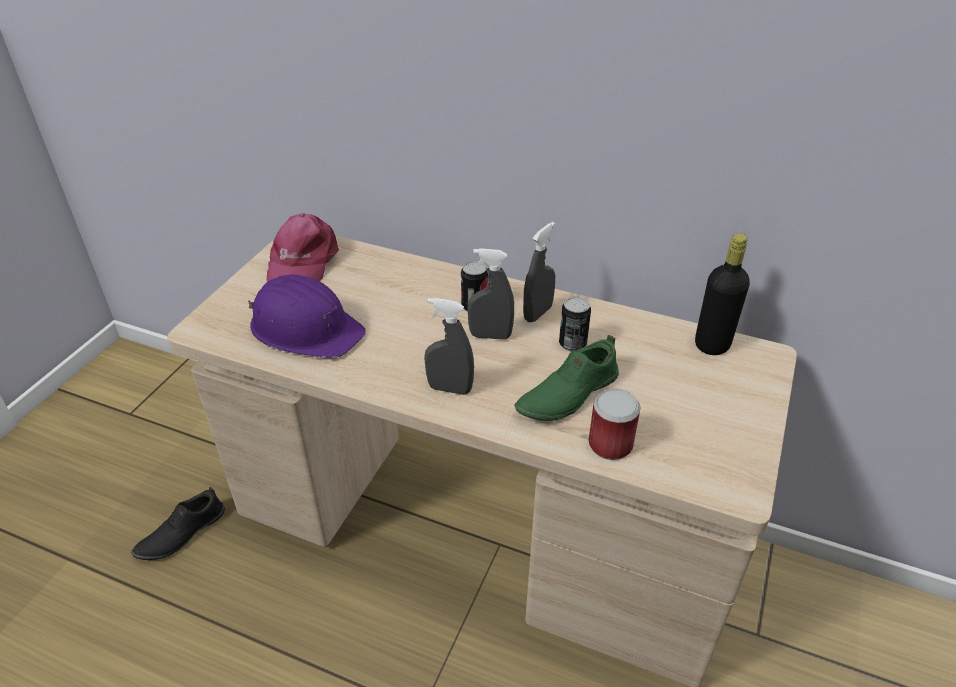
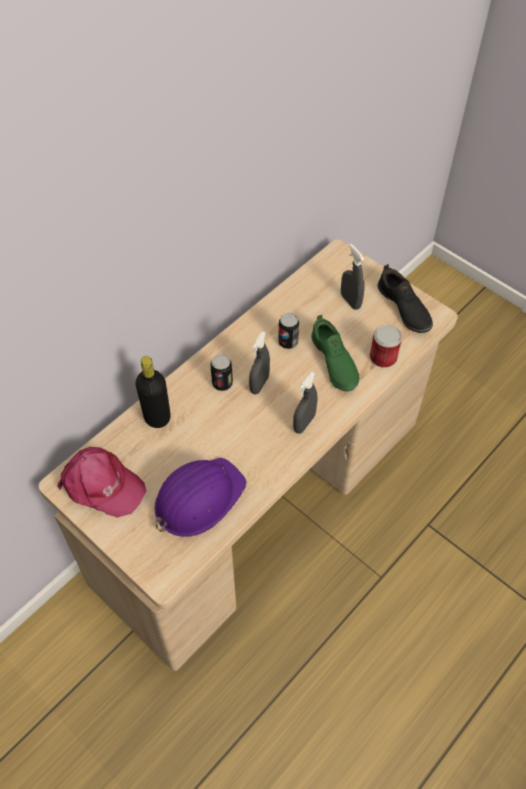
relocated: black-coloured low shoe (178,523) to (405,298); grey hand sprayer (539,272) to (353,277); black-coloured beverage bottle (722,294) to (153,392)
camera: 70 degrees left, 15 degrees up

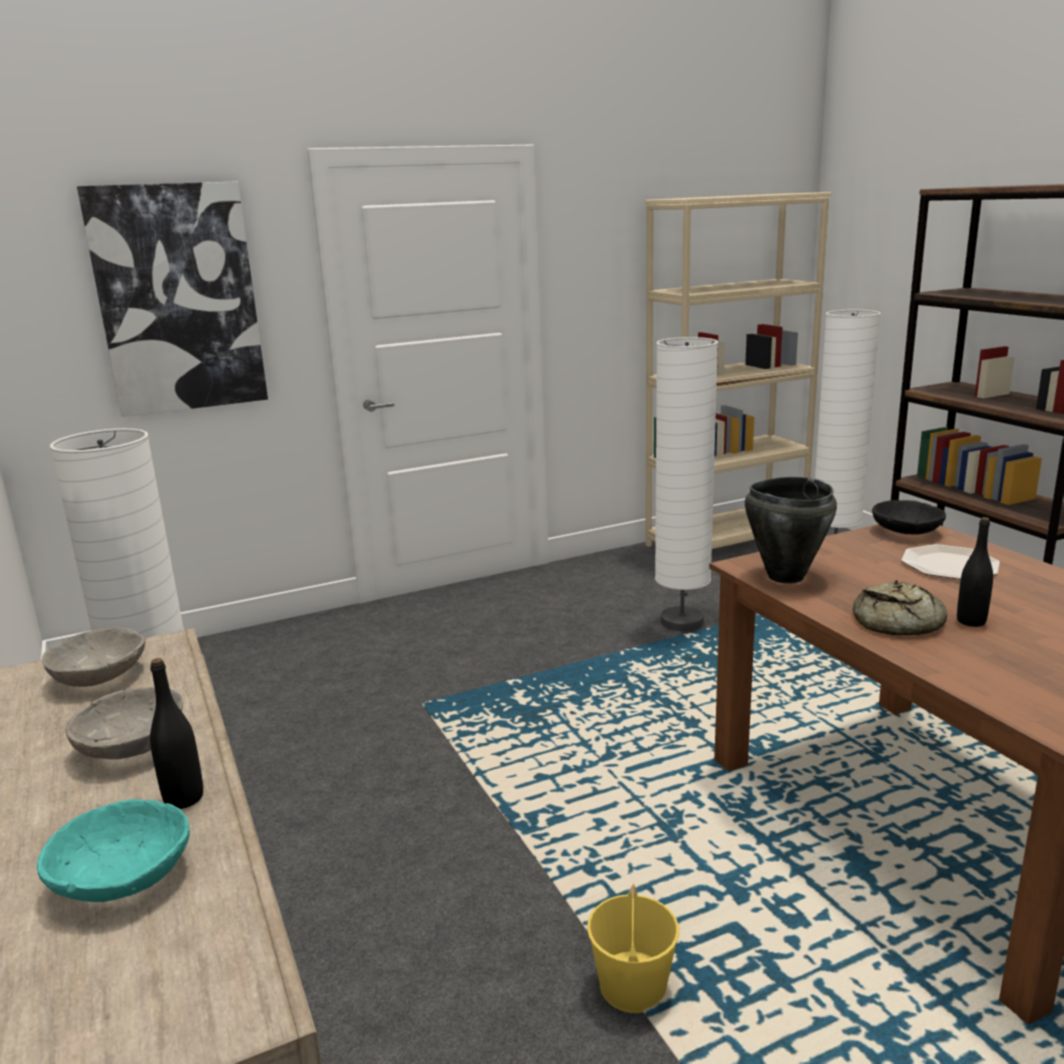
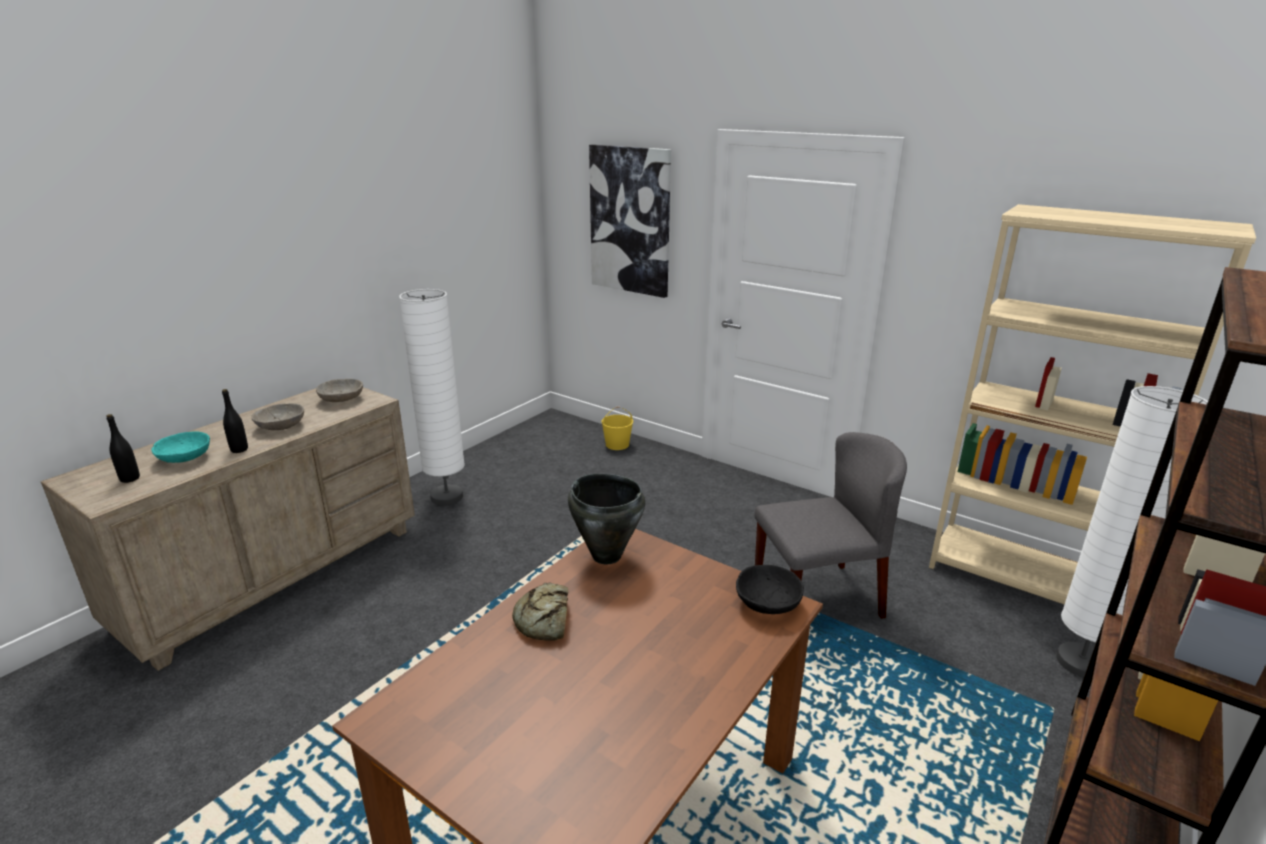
missing: plate (950,562)
relocated: yellow-coloured water bucket (633,948) to (617,428); black-coloured beverage bottle (975,572) to (123,448)
exchanged: white-coloured standing lamp (686,484) to grey plain chair (830,525)
camera: 60 degrees right, 5 degrees up

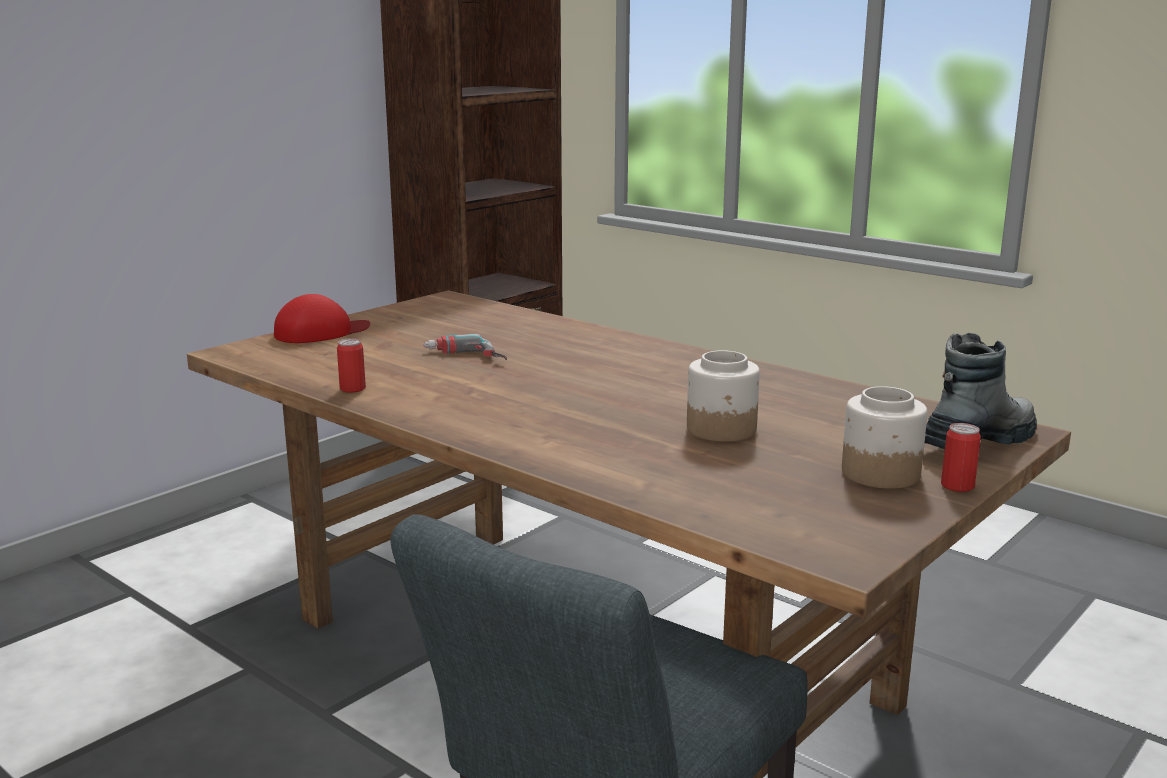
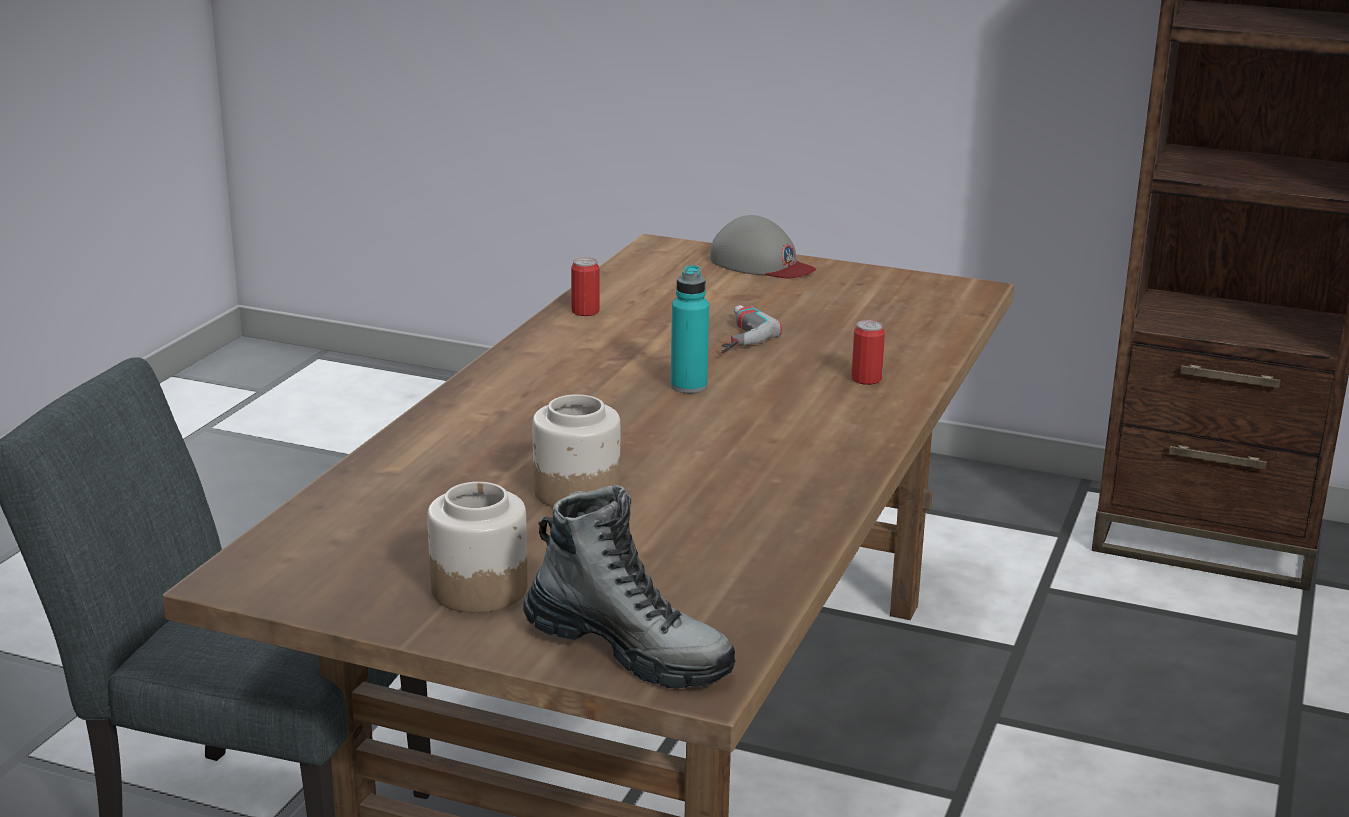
appeared: blue-green beverage bottle (690,329)
relocated: can (961,457) to (868,352)
colour: reddish peaked cap (322,318) to grey peaked cap (763,246)
camera: 70 degrees right, 5 degrees up

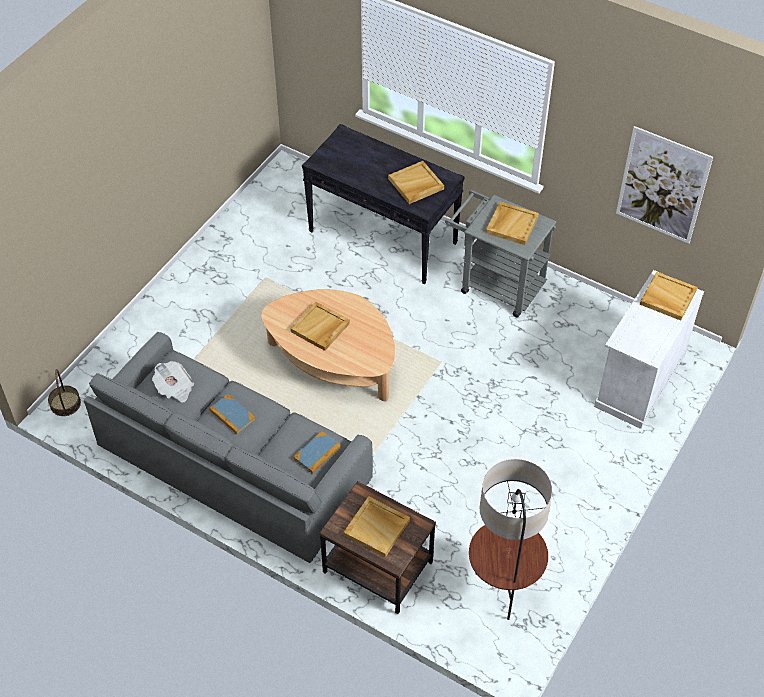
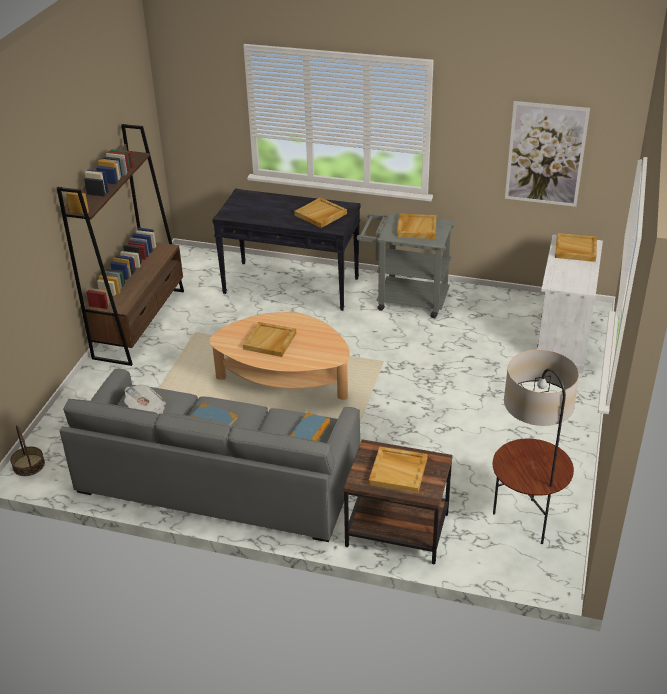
appeared: brown bookshelf (120,245)
camera: 15 degrees left, 15 degrees down

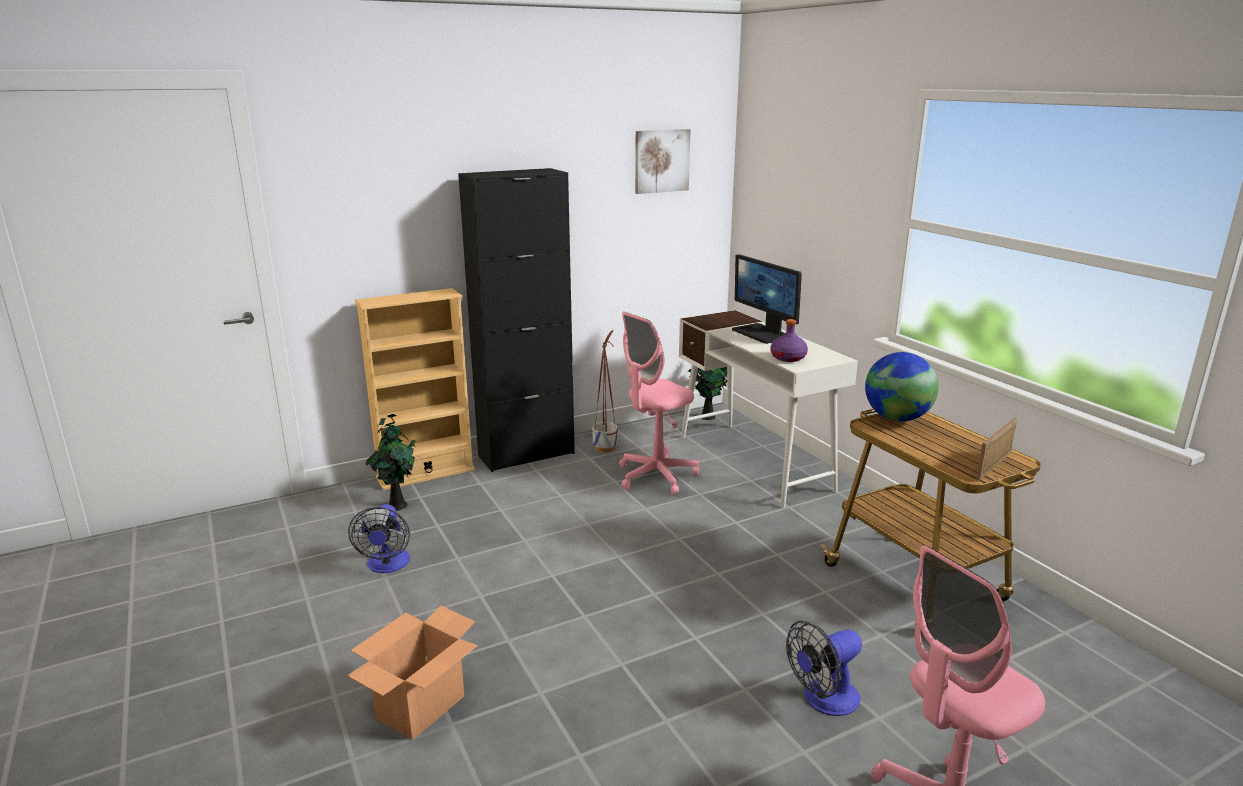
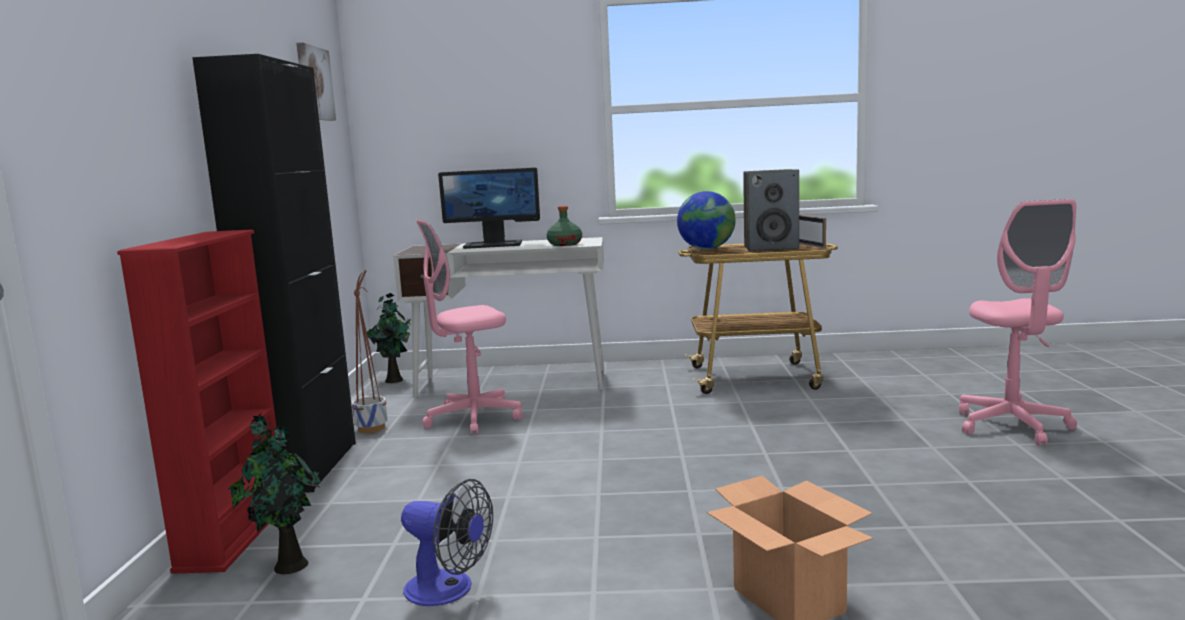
missing: fan (824,668)
appeared: loudspeaker (771,210)
colour: beige bookshelf (415,389) to reddish bookshelf (197,402); purplish beverage bottle (789,340) to green beverage bottle (564,226)
spun: pink-coloured computer chair (659,403) = (469,327) 75 degrees clockwise
camera: 60 degrees left, 10 degrees down

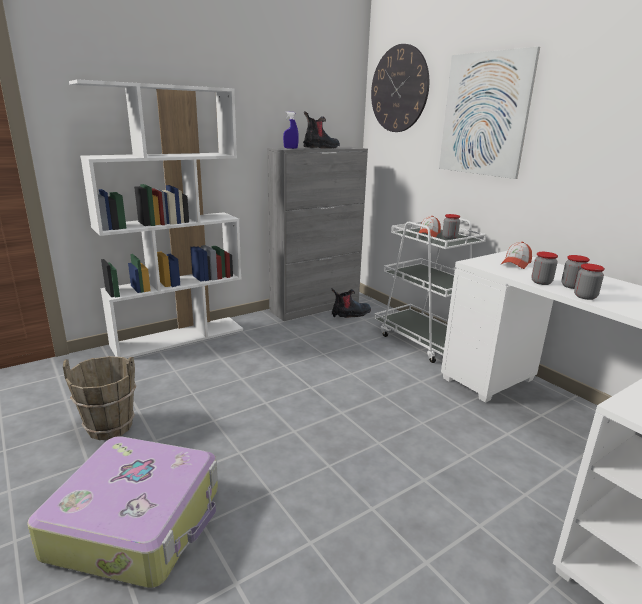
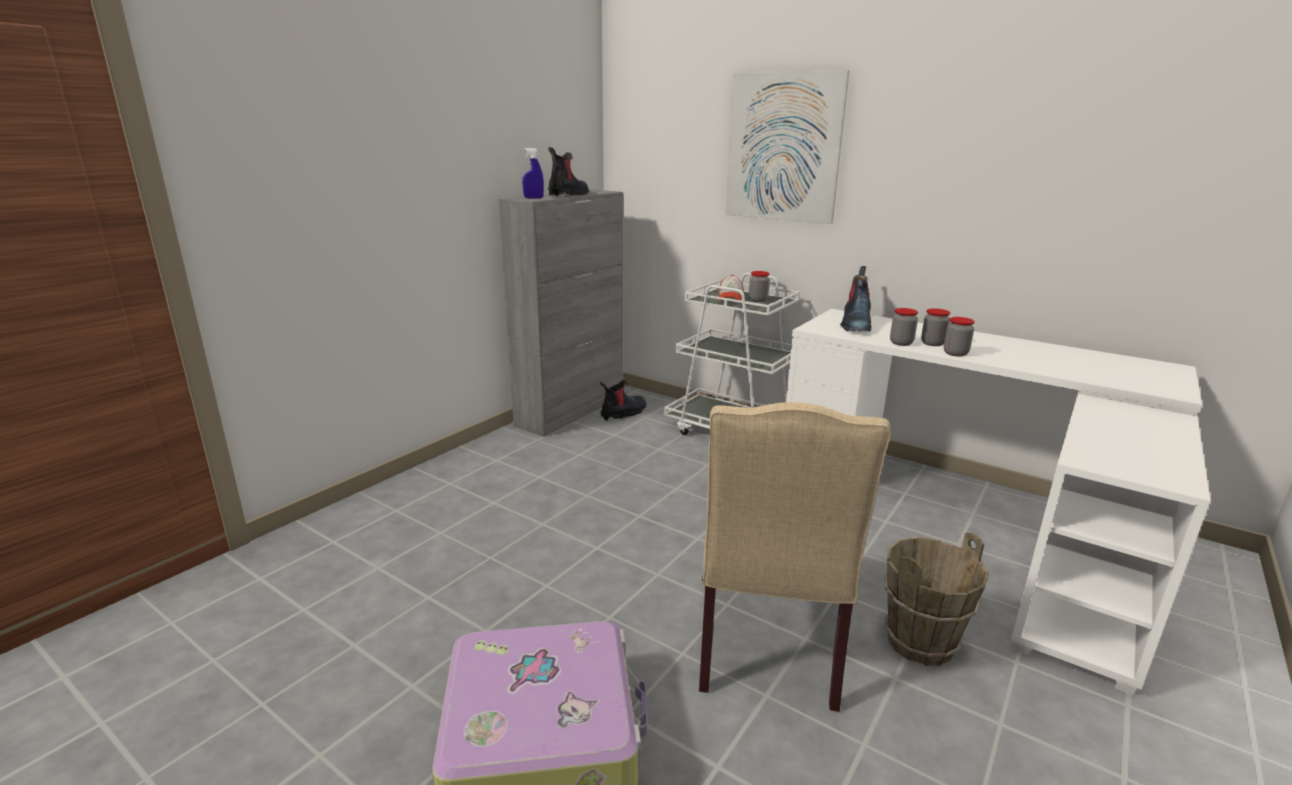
missing: white-coloured bookshelf (156,218); hanging clock (400,88)
appeared: beige plain chair (795,557)
relocated: brown water bucket (99,398) to (936,599)
exchanged: peaked cap (516,255) to high-top boot (856,298)
camera: 20 degrees left, 0 degrees up

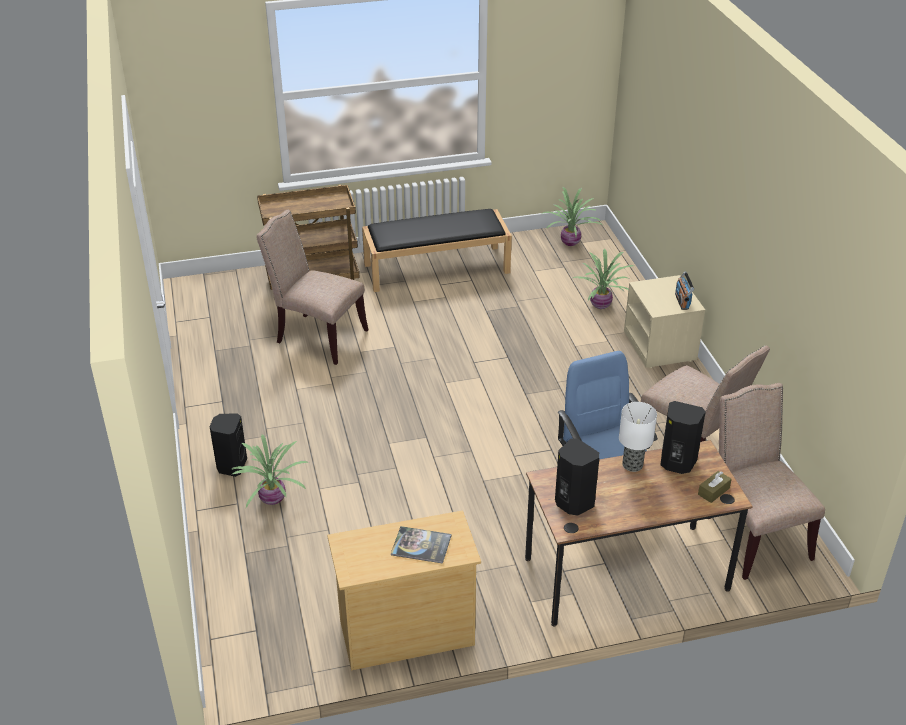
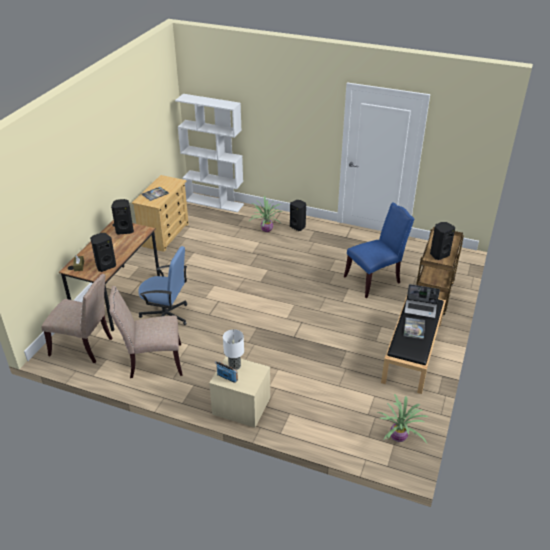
missing: plant in a pot (603,279)
appeared: white-coloured bookshelf (209,153); portable computer (422,301); bound book (414,328); black-coloured loudspeaker (442,241)
relocated: table lamp (638,437) to (233,349)
colour: beige plain chair (312,287) to bluish plain chair (379,250)
camera: 125 degrees right, 0 degrees up

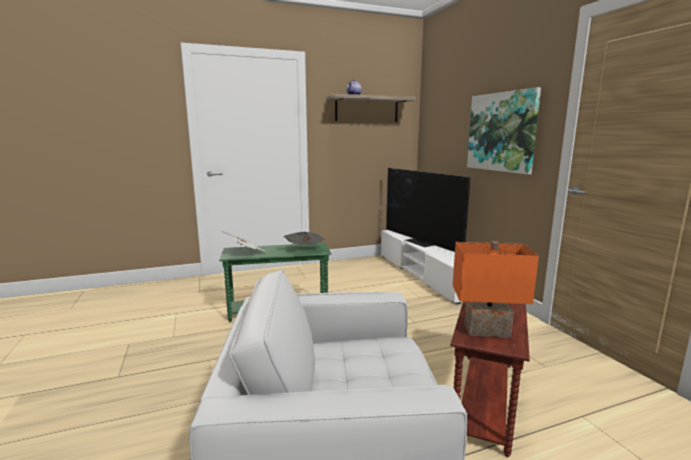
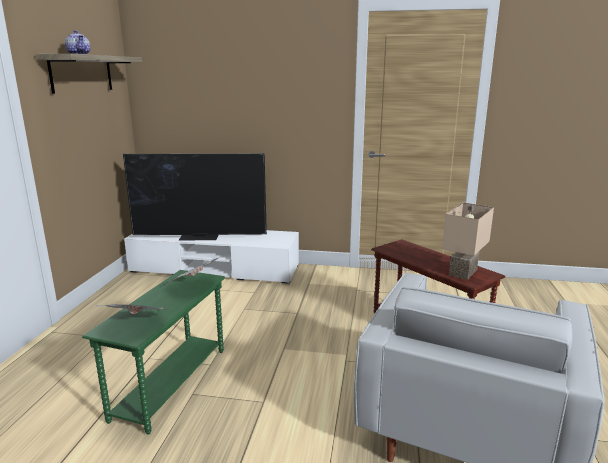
missing: wall art (504,130)
colour: orange table lamp (496,289) to beige table lamp (468,241)
camera: 60 degrees left, 5 degrees up

